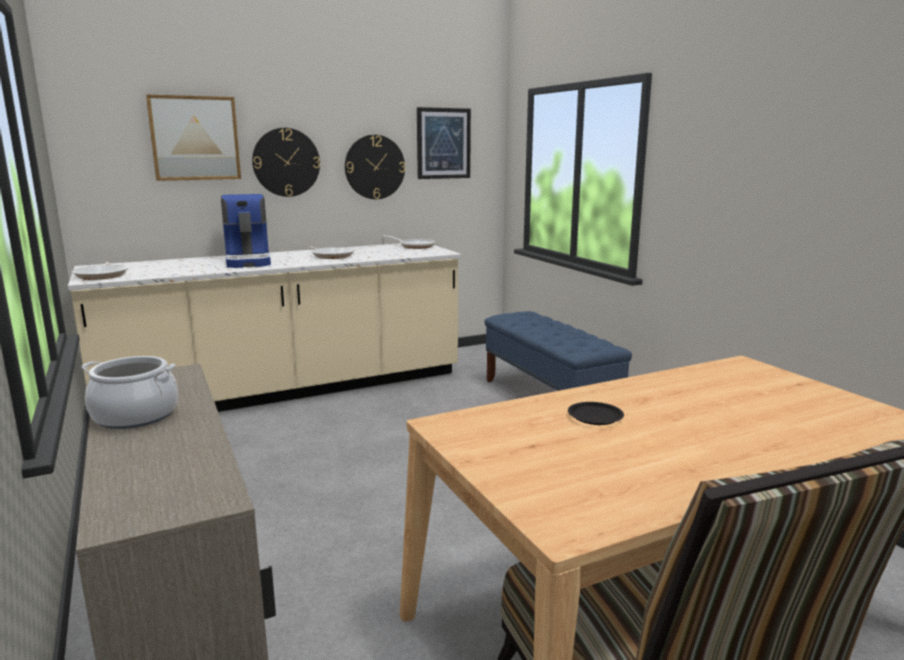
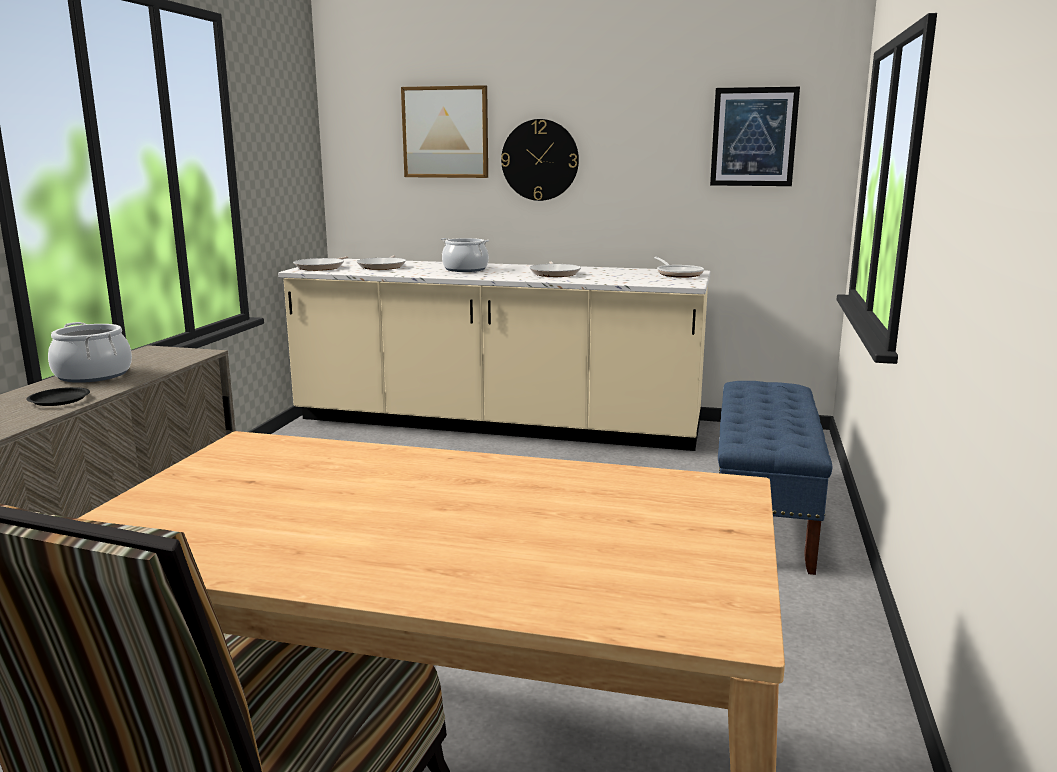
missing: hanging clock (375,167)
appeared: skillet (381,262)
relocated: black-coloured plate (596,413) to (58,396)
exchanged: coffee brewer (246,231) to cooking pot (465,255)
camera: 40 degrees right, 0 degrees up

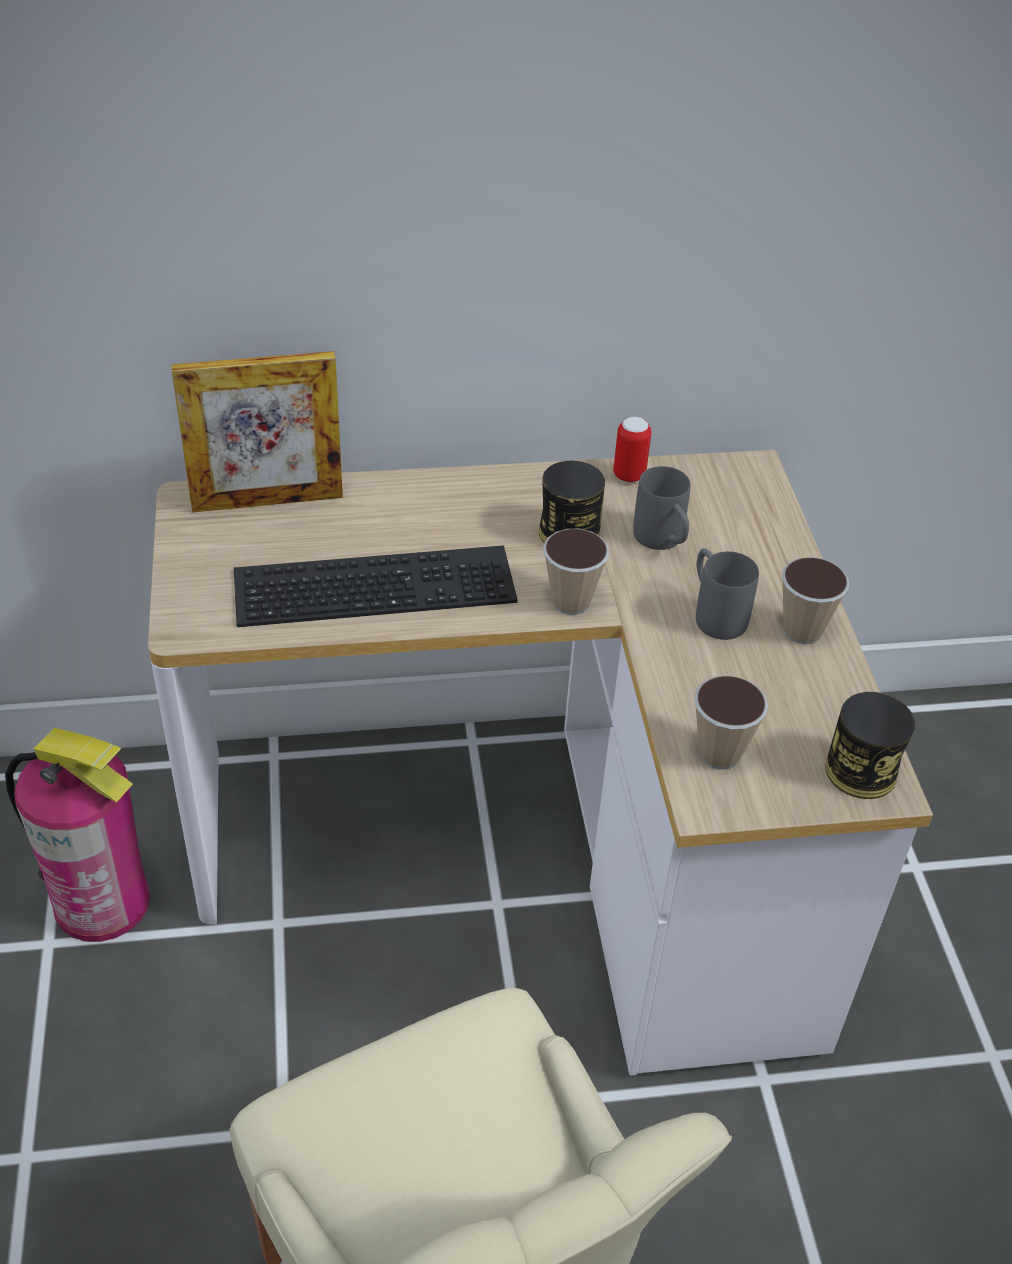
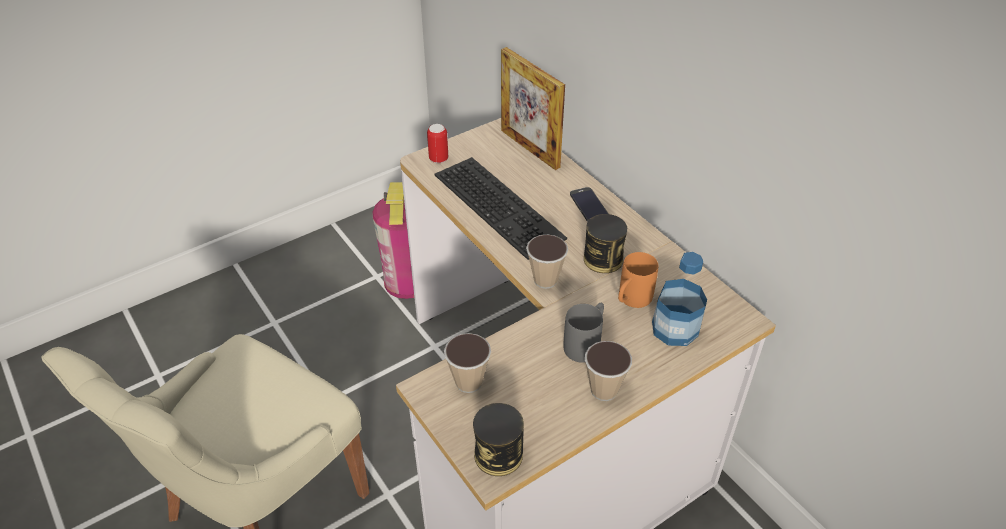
appeared: handset (589,204); beverage bottle (679,299)
relocated: can (632,450) to (437,143)
colour: grey coffee mug (662,508) to orange coffee mug (638,280)
camera: 65 degrees right, 0 degrees up

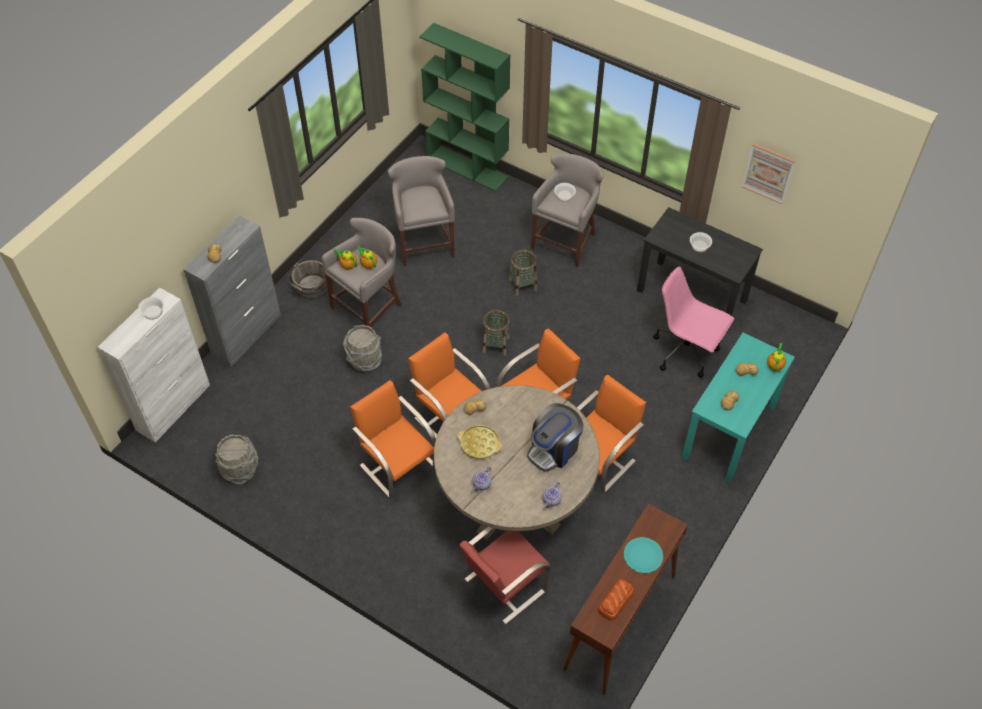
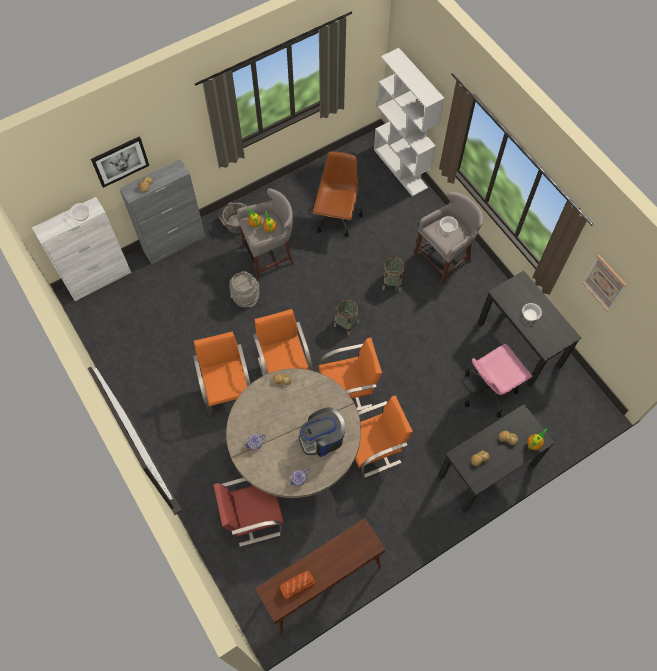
missing: grey water bucket (237,459); yellow-coloured serving tray (480,442); blue-green plate (643,555)
appeared: wall art (120,162)
exchanged: grey sitting stool (421,211) to brown computer chair (338,194)
colour: green bookshelf (464,107) to white-coloured bookshelf (409,122); blue-green desk (738,408) to black-coloured desk (496,458)
spun: pink-coloured computer chair (693,322) = (498,380) 90 degrees counterclockwise
camera: 25 degrees right, 10 degrees up

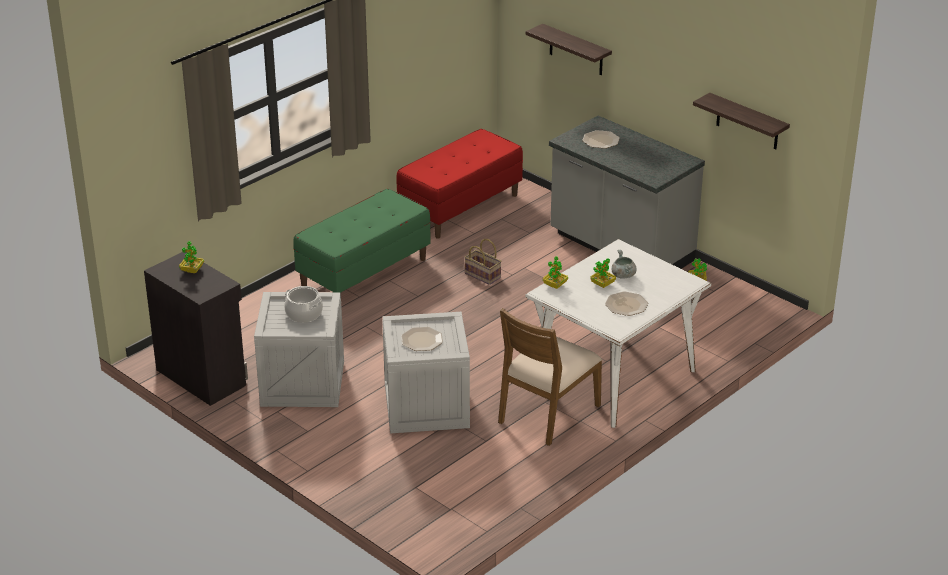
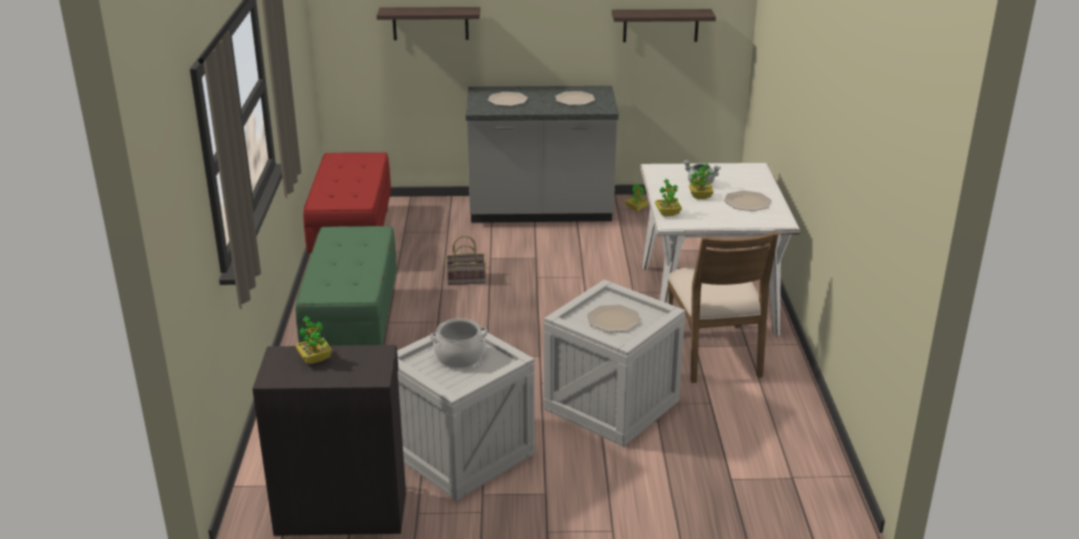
appeared: plate (575,98)
camera: 45 degrees left, 5 degrees down

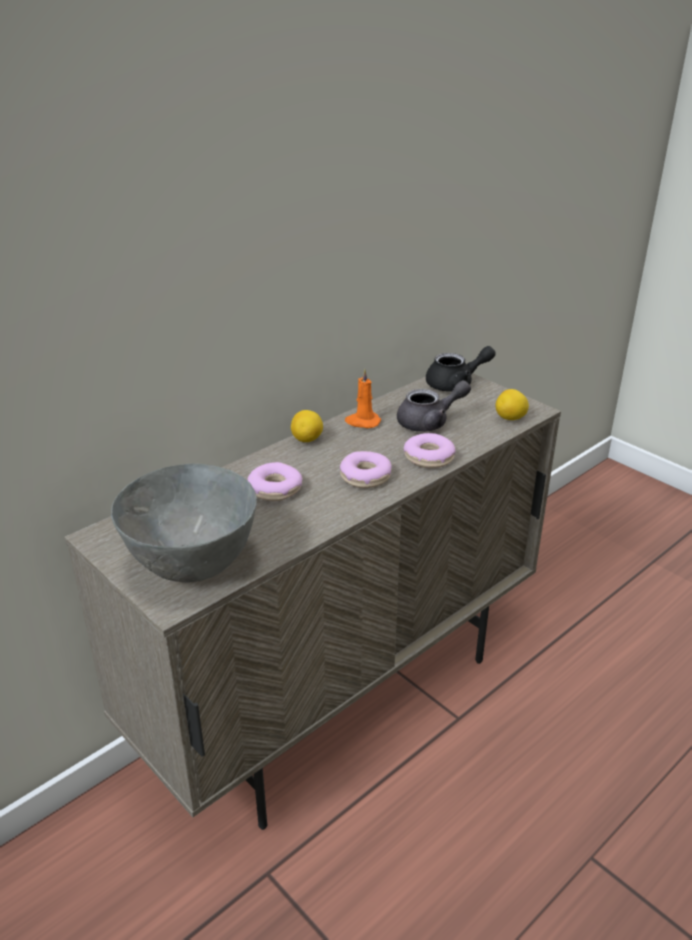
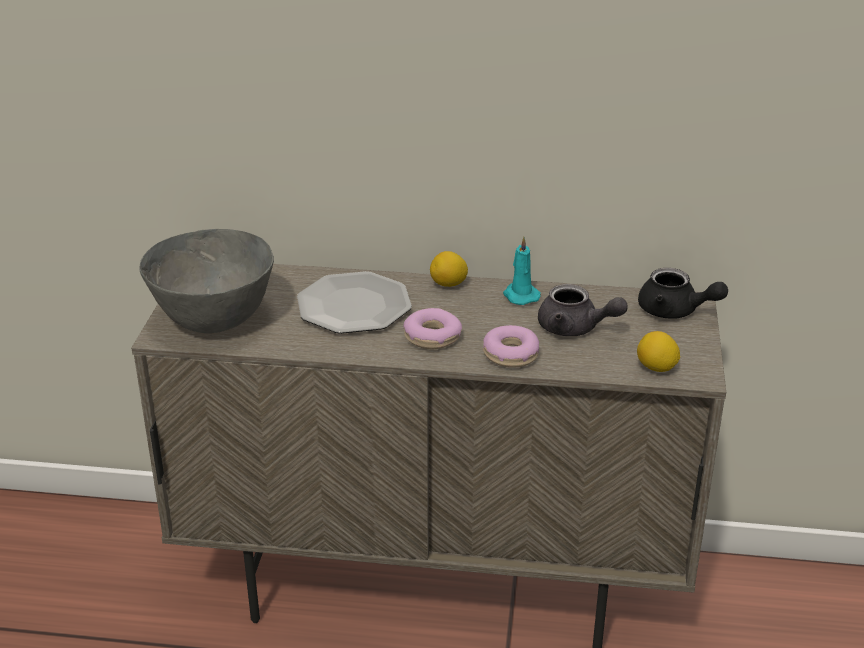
exchanged: donut (275,481) to plate (354,302)
colour: orange wax light (363,398) to blue-green wax light (522,271)
camera: 50 degrees right, 0 degrees up

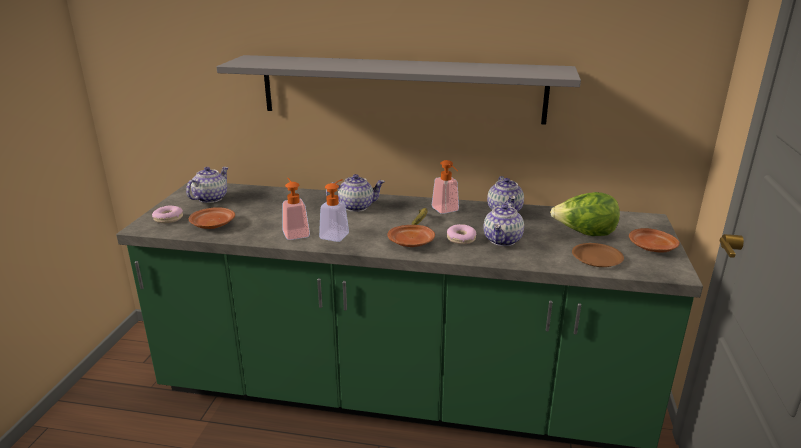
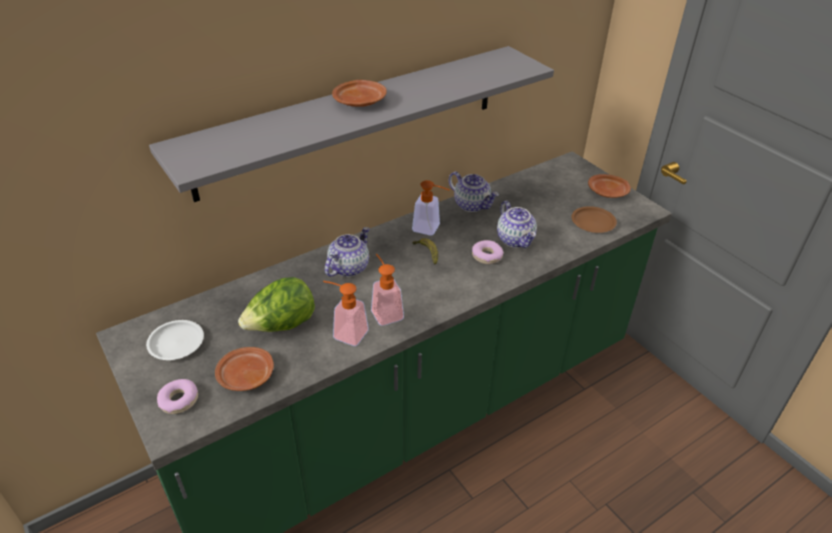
relocated: brown plate (411,236) to (359,93); head of lettuce (585,214) to (276,304)
exchanged: pot for tea (207,185) to white-coloured plate (175,340)
camera: 45 degrees left, 15 degrees up

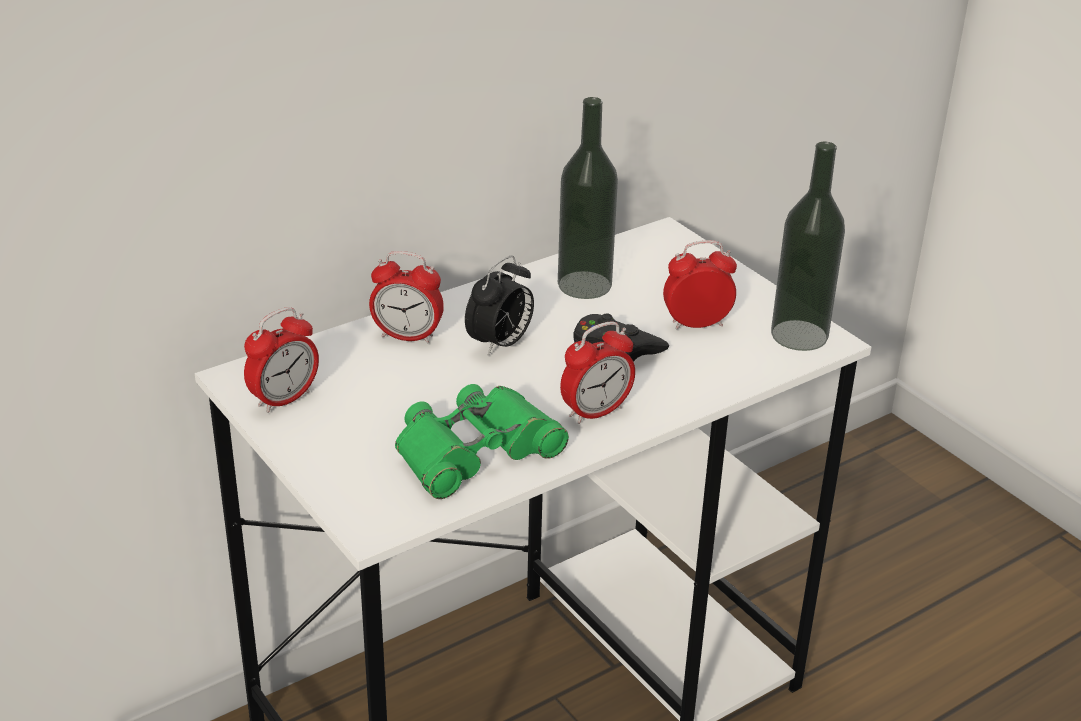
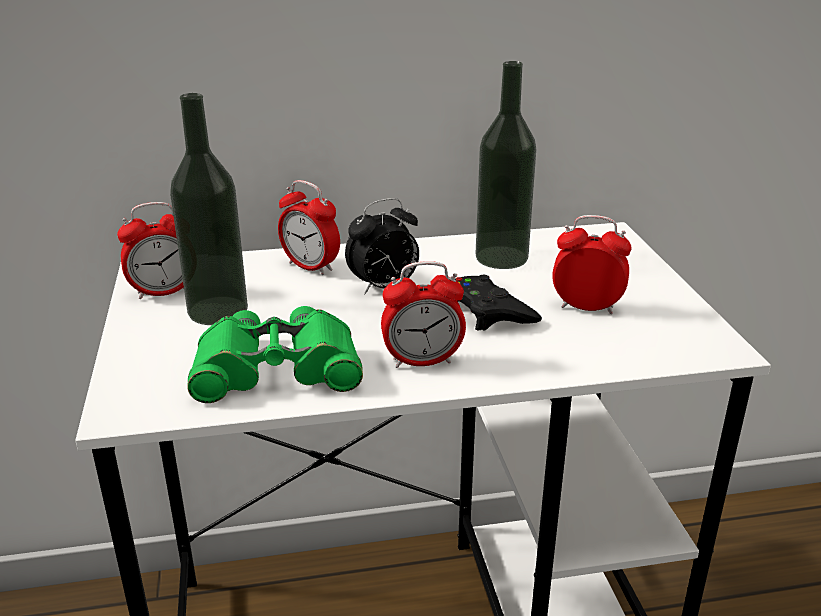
relocated: beverage bottle (808,246) to (209,209)
camera: 25 degrees right, 5 degrees down

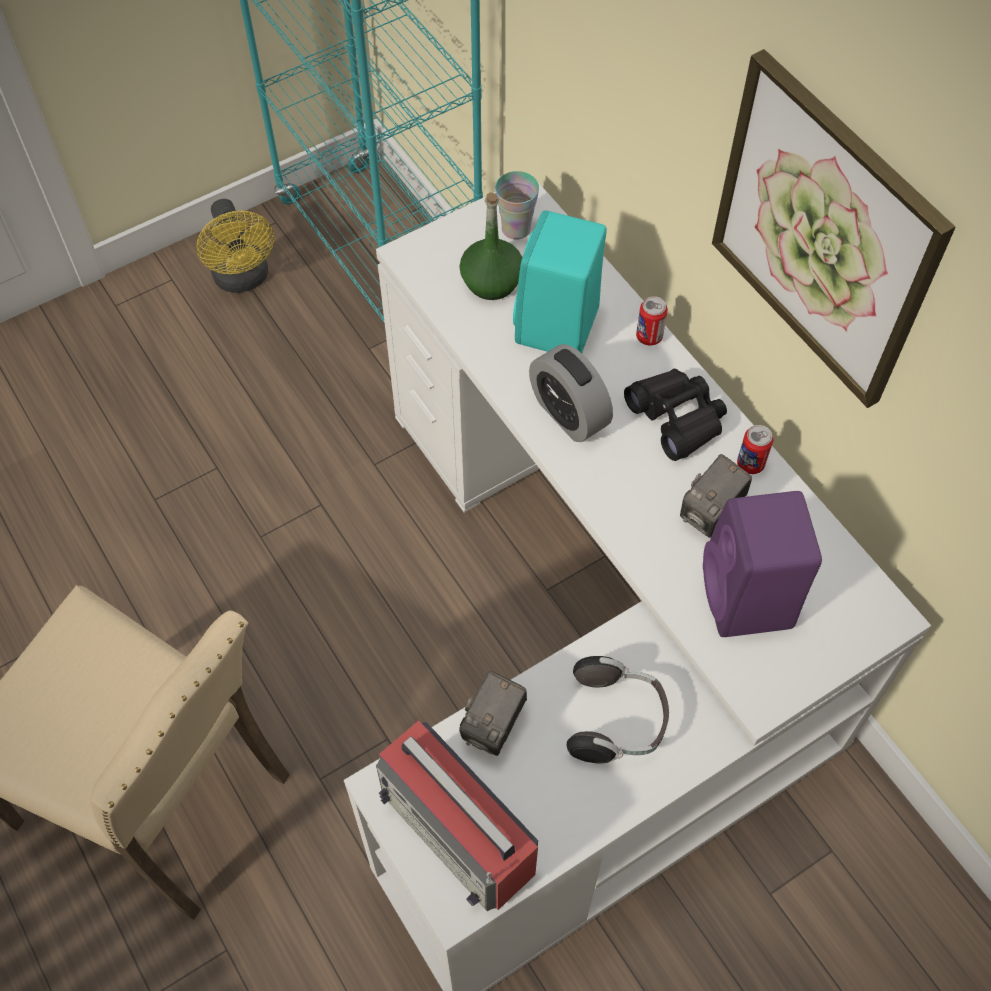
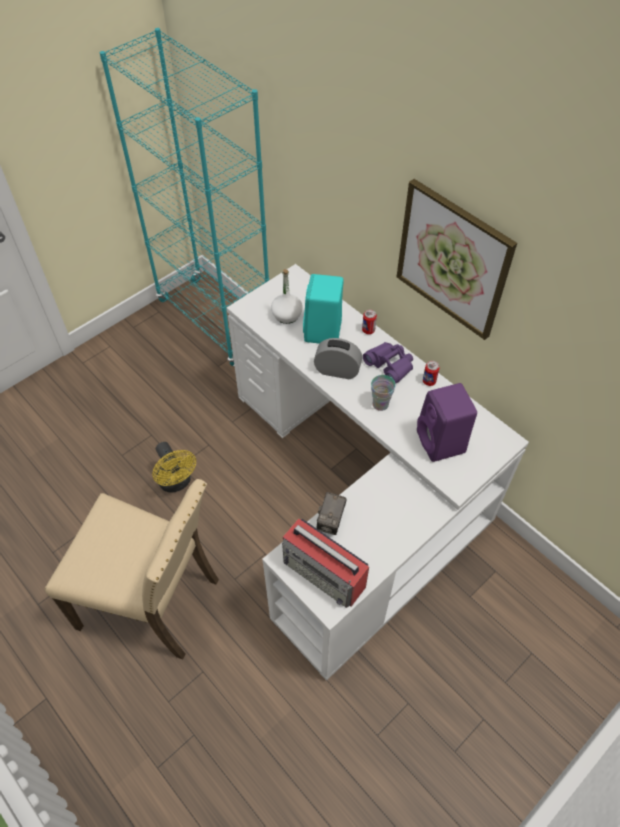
missing: headset (618,709); still camera (716,496)
relocated: yellow-coloured fan (235,246) to (174,467); small cup (517,205) to (383,393)
colour: green beverage bottle (491,246) to white-coloured beverage bottle (287,296); black-coloured binoculars (675,415) to purplish binoculars (388,363)
spun: alarm clock (571,393) = (338,358) 150 degrees clockwise
camera: 10 degrees left, 5 degrees down

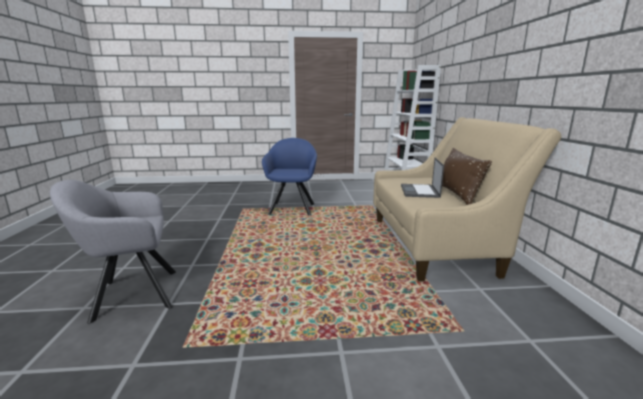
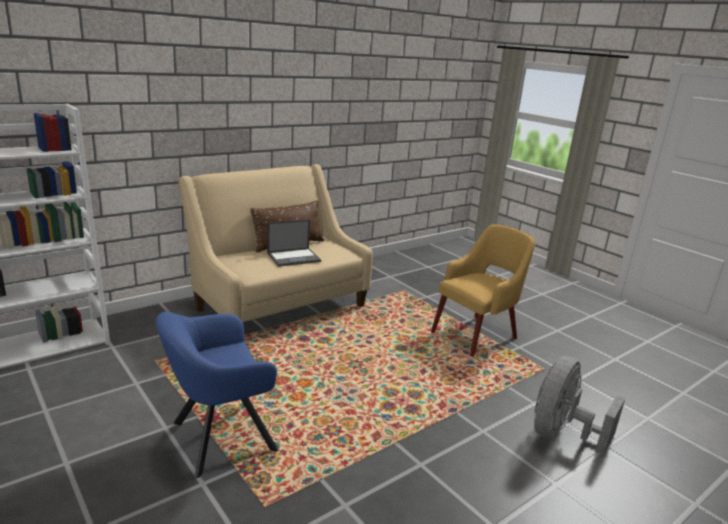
appeared: yellow-coloured lounge chair (483,290)
exchanged: grey lounge chair (113,252) to grey fan (579,405)
camera: 125 degrees left, 5 degrees up

